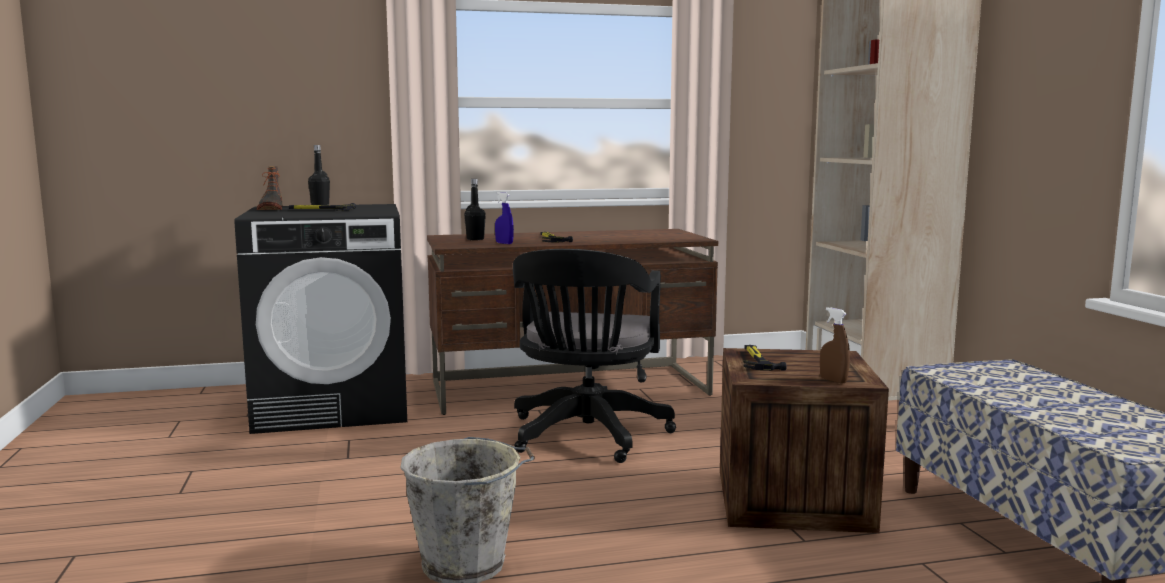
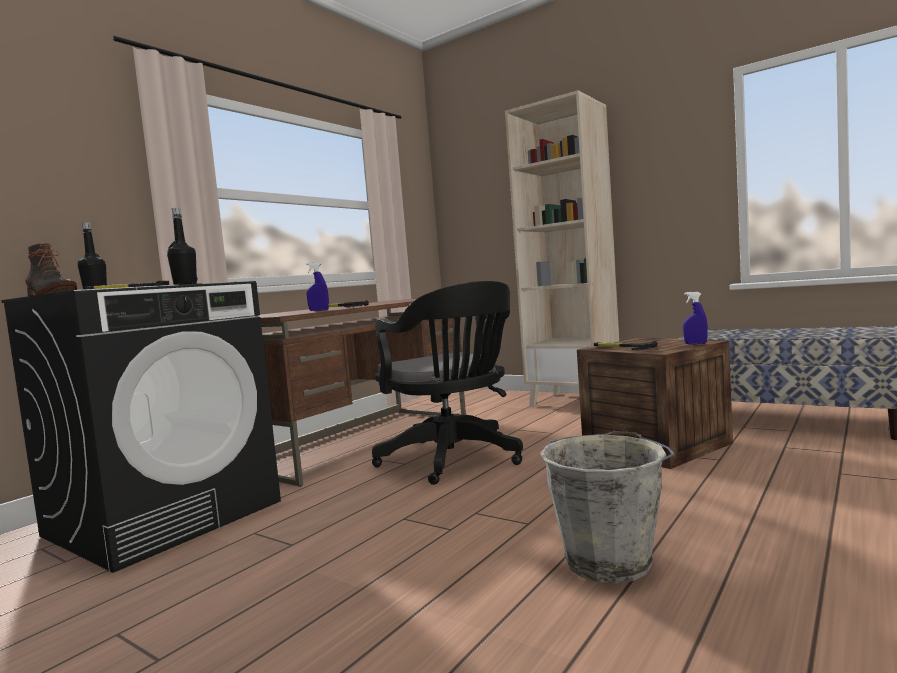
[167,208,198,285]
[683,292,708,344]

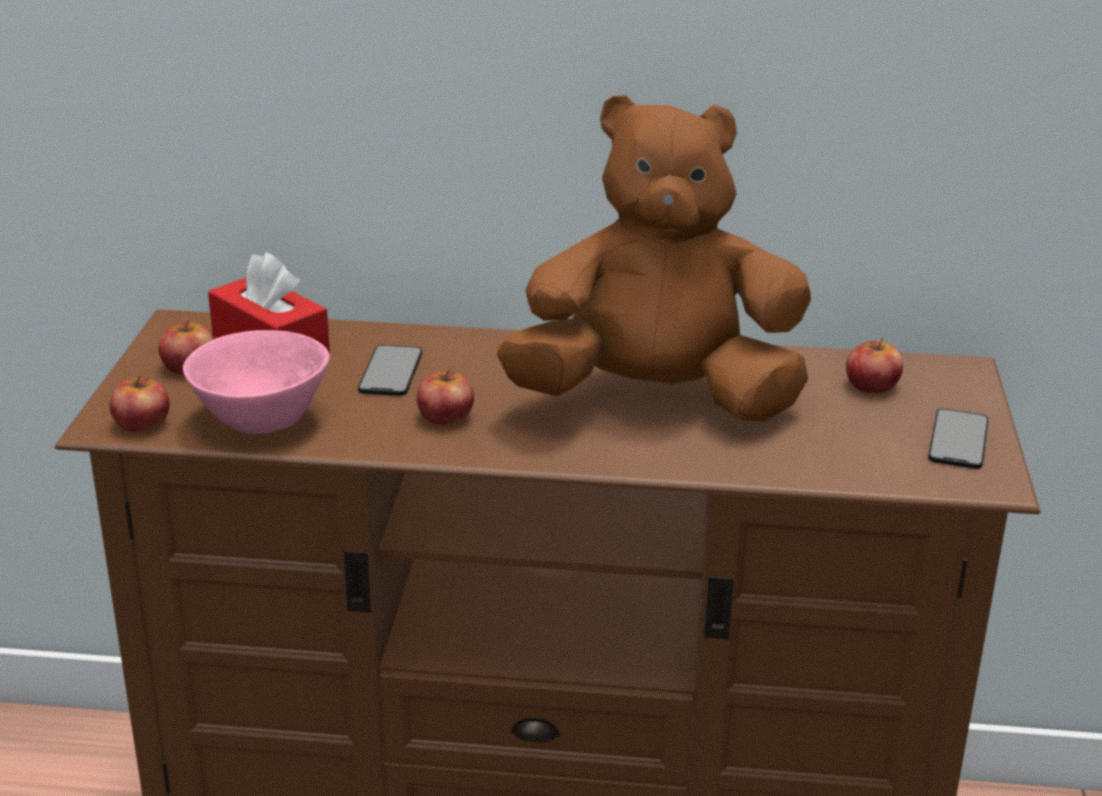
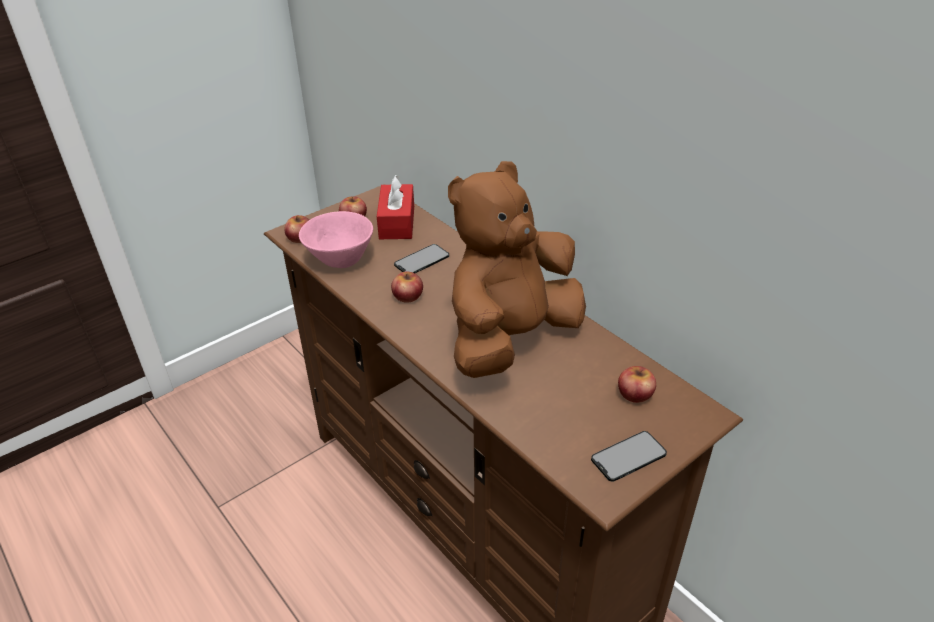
[448,161,586,378]

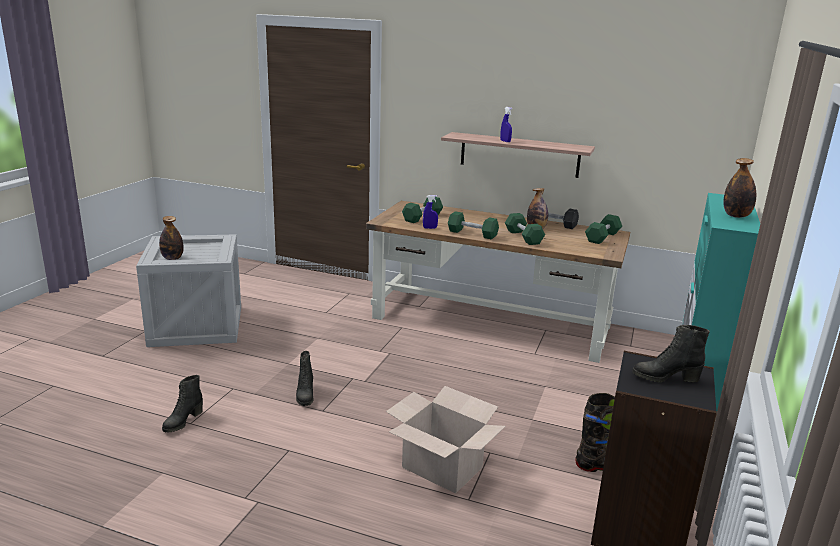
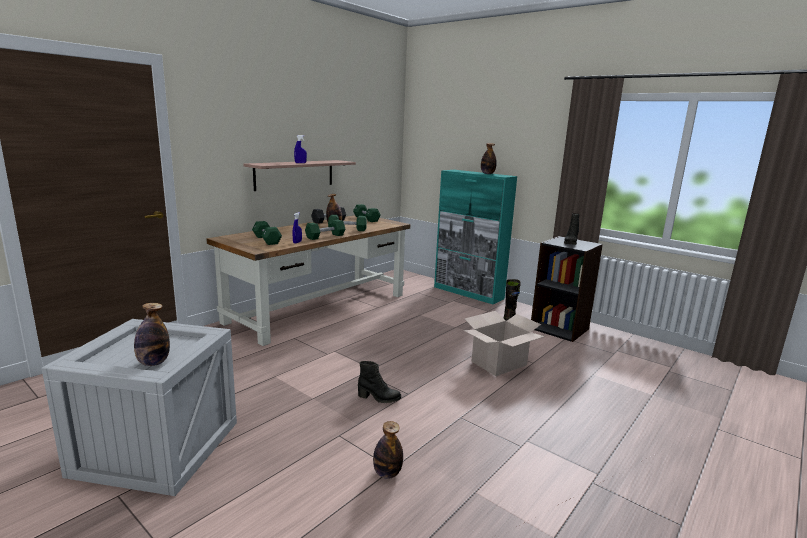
[373,421,403,479]

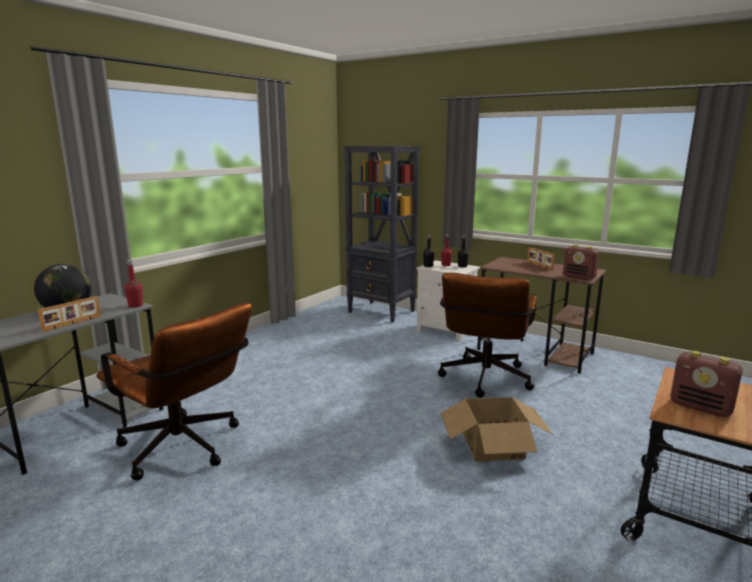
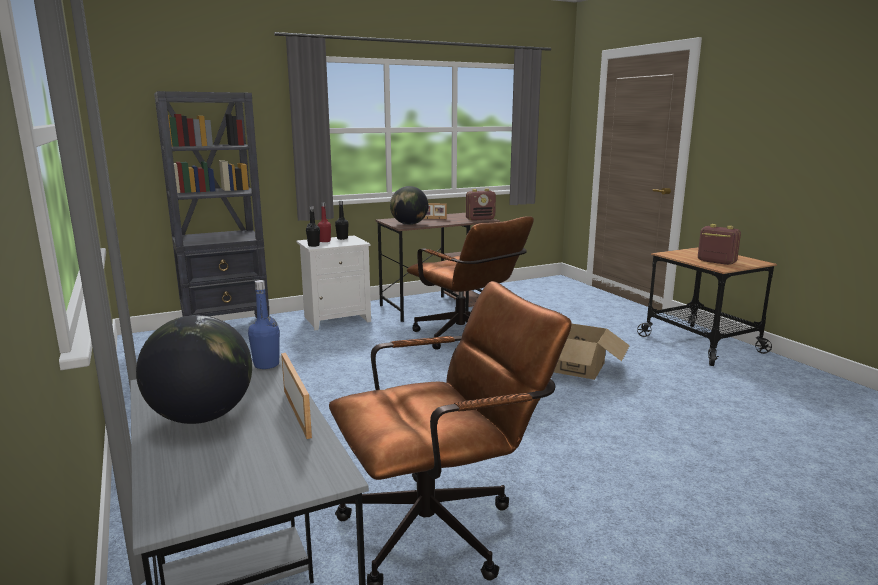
[248,280,280,369]
[390,186,428,225]
[698,224,741,265]

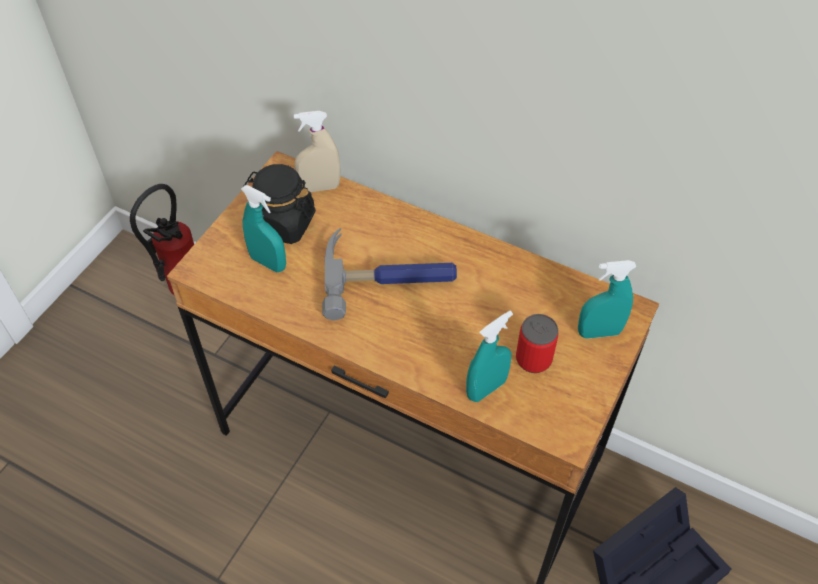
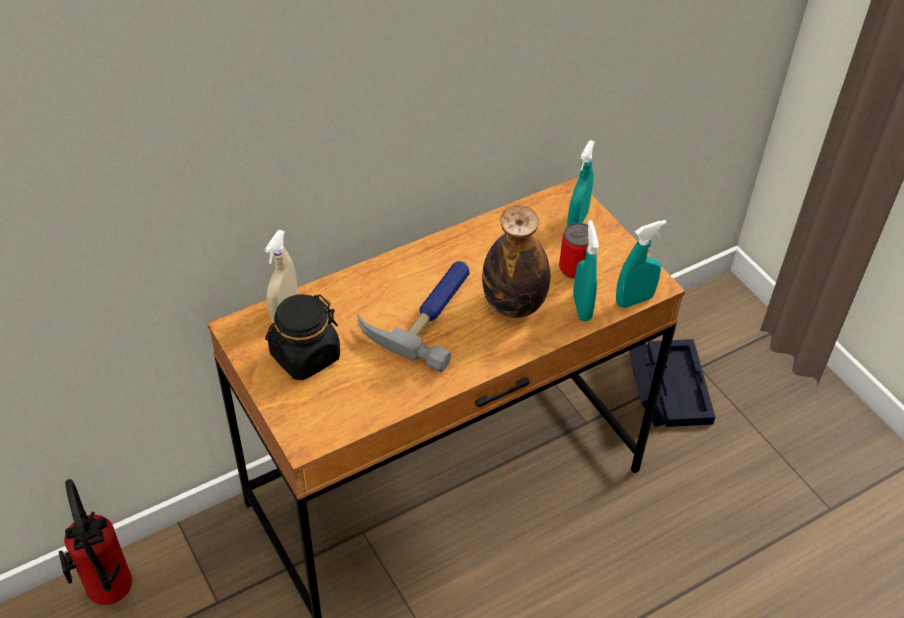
[482,205,550,318]
[616,220,667,308]

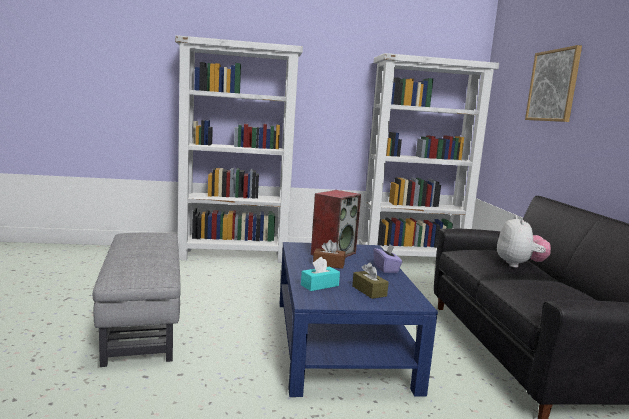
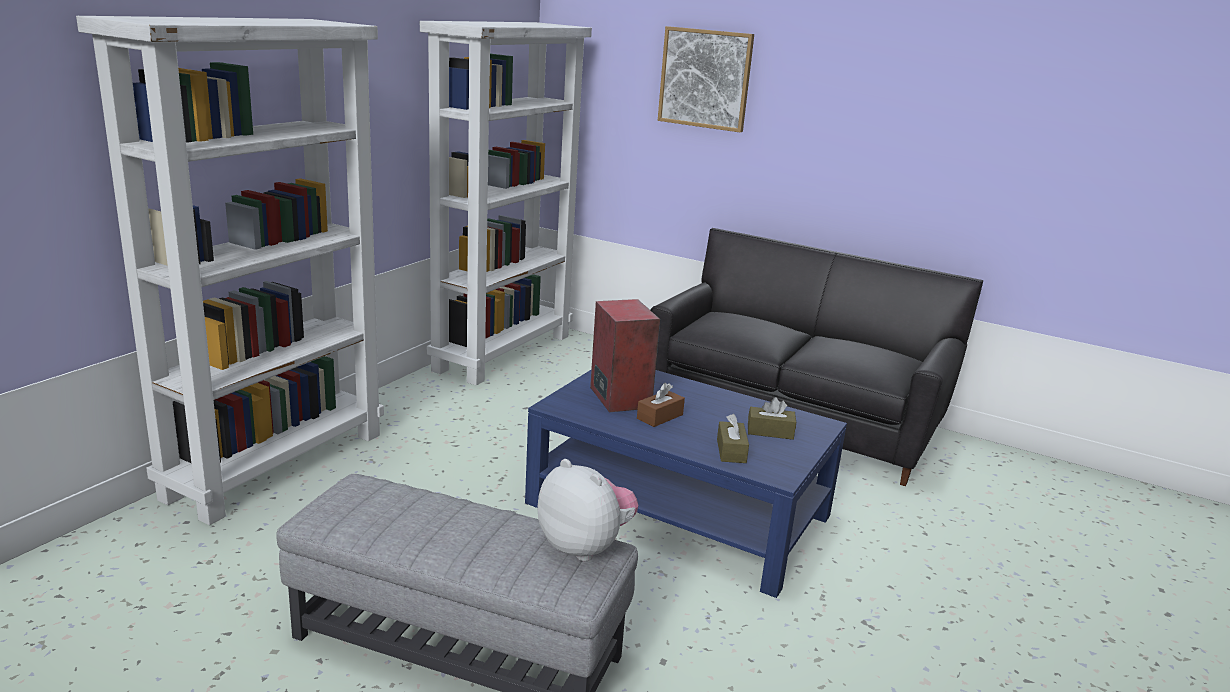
[537,459,638,561]
[717,414,749,463]
[373,244,403,273] (first image)

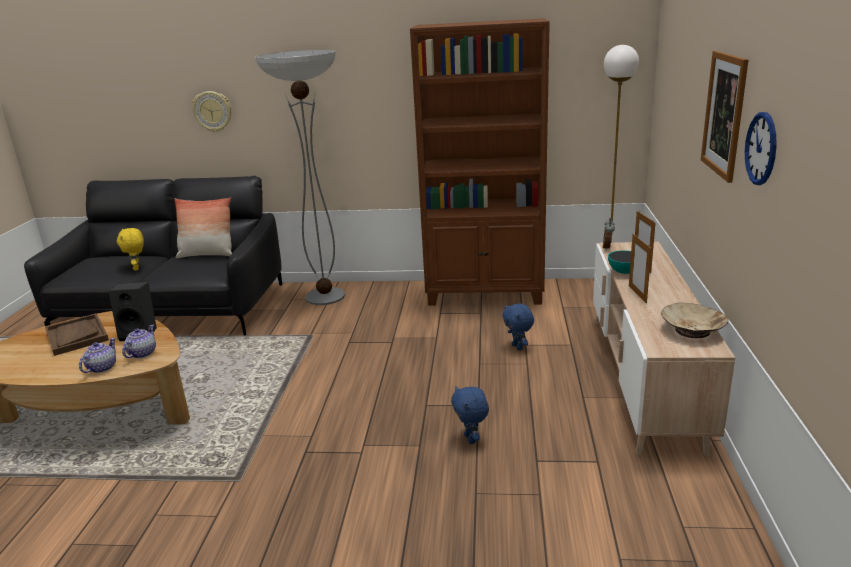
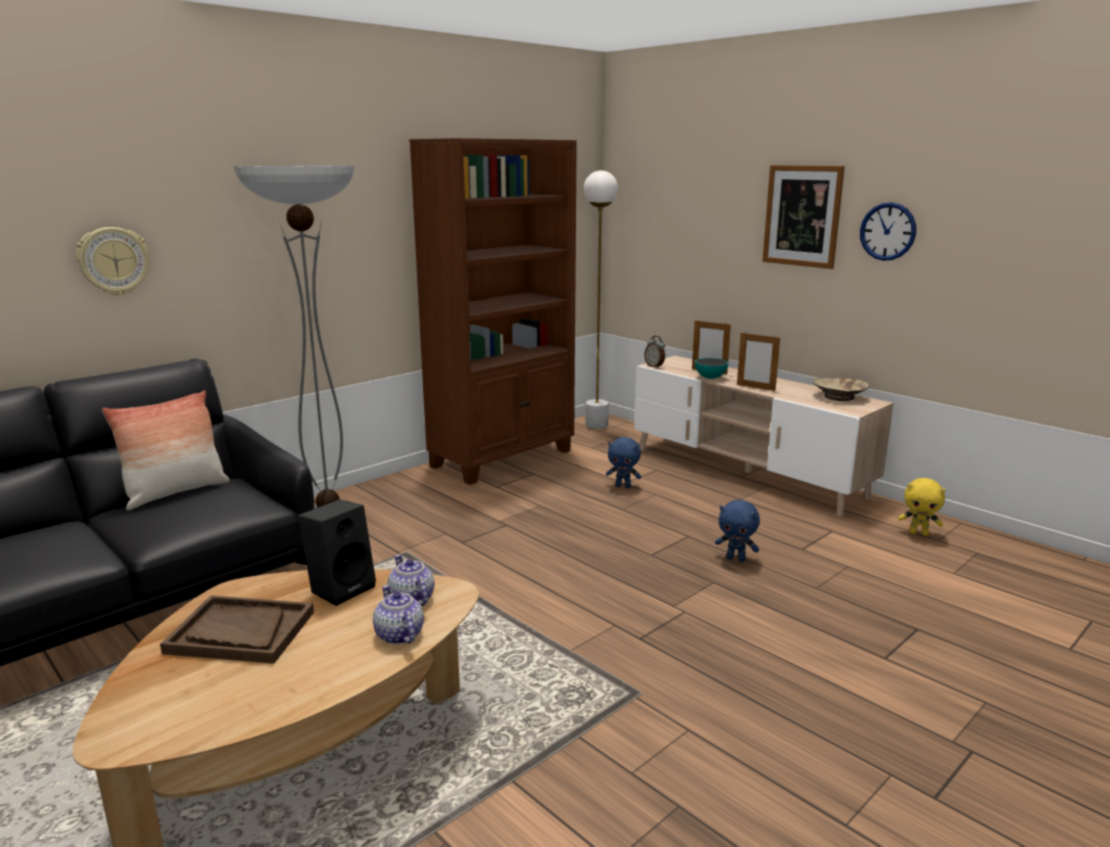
[898,478,946,536]

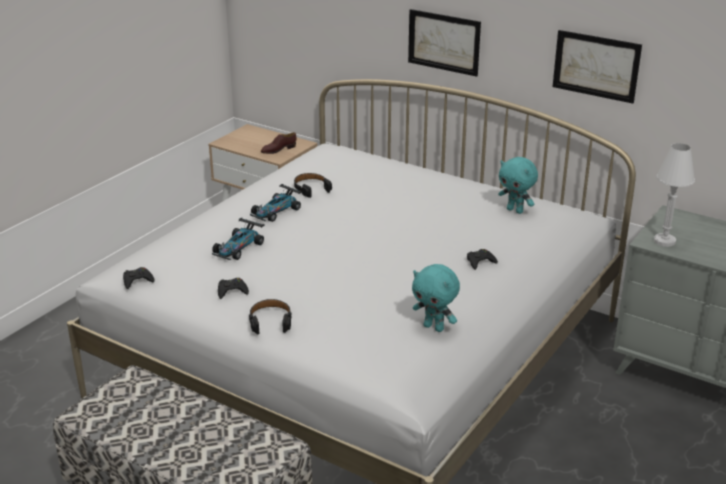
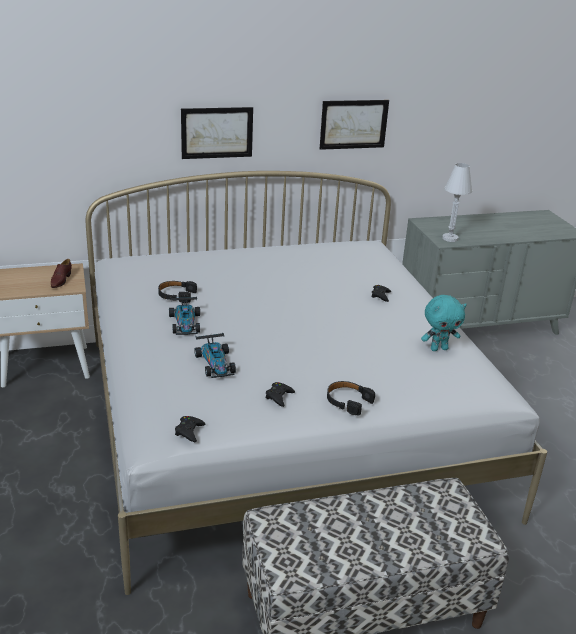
[498,157,538,214] (first image)

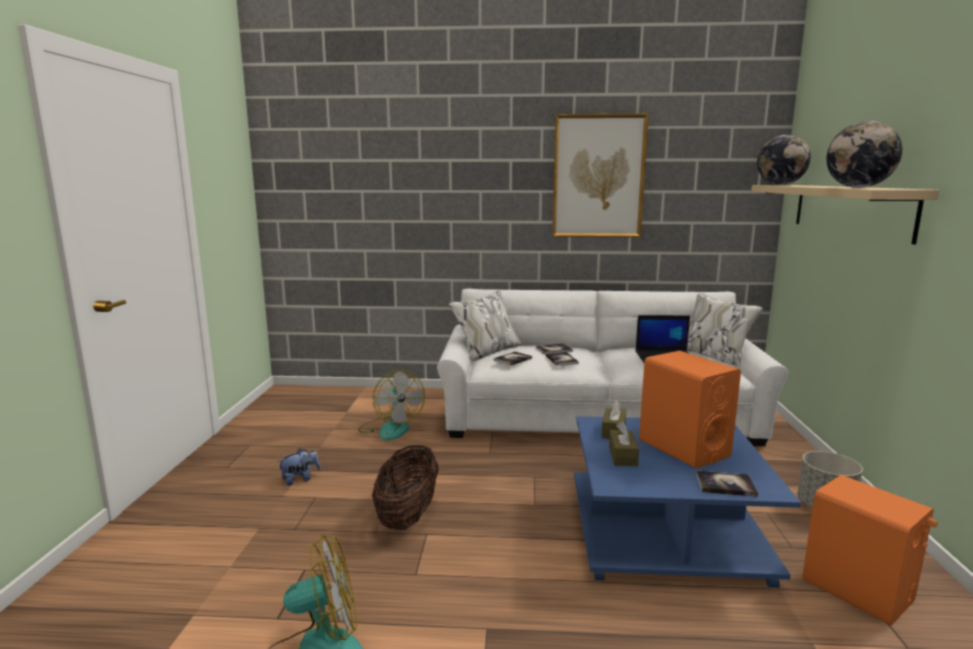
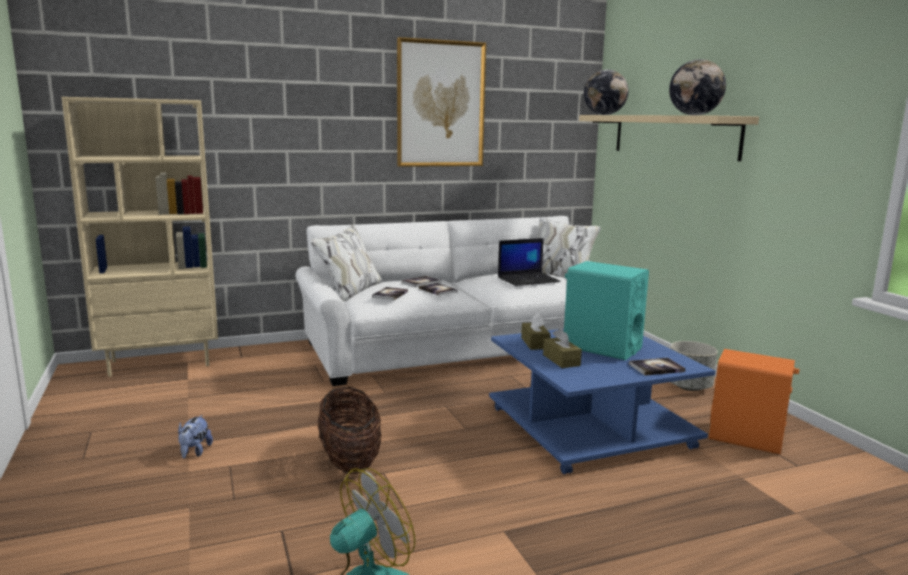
[62,97,218,377]
[178,415,213,459]
[564,261,649,360]
[358,370,425,440] (first image)

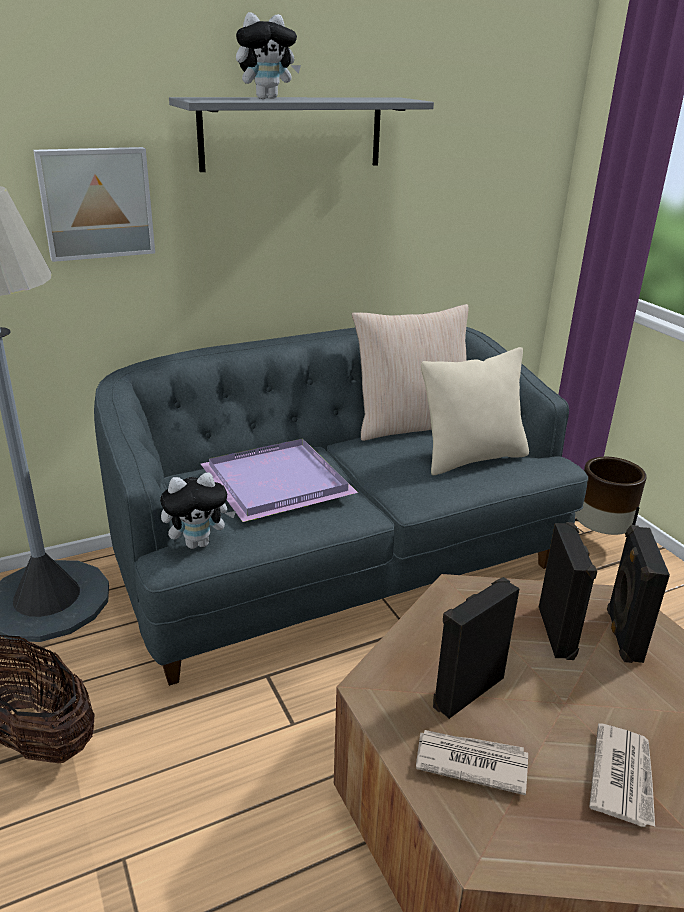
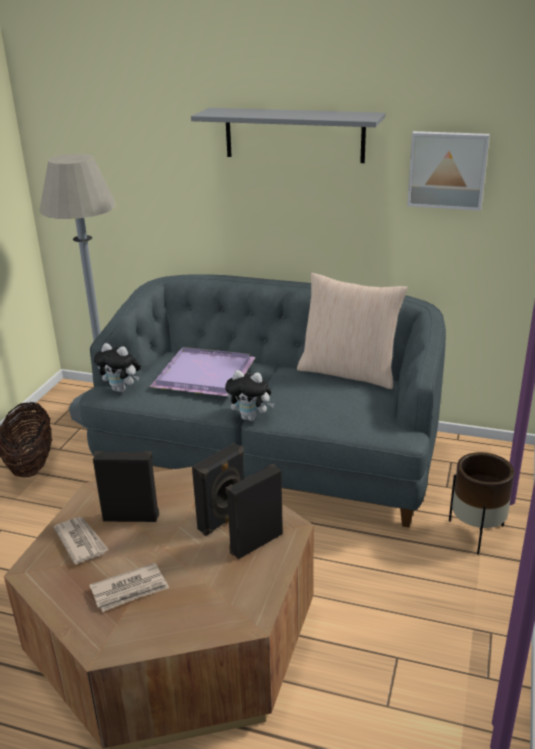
[225,370,274,421]
[407,131,490,211]
[421,347,529,475] (first image)

